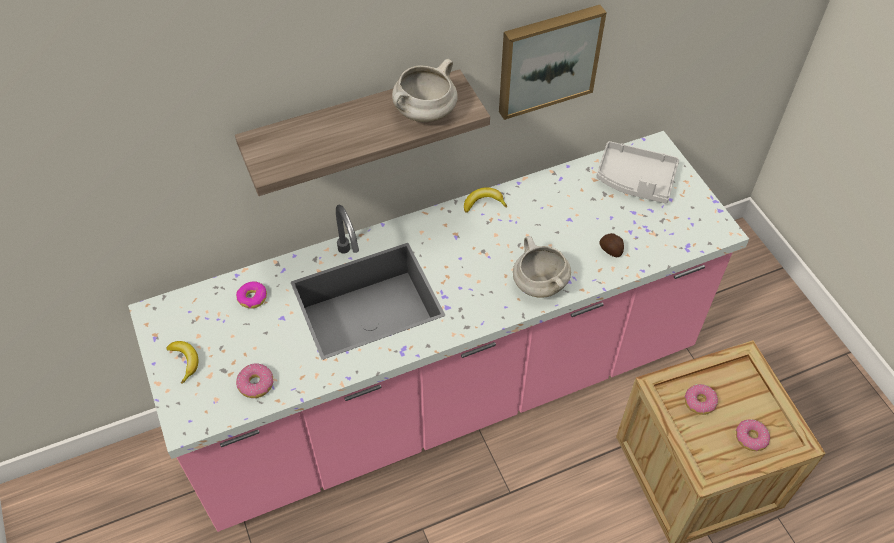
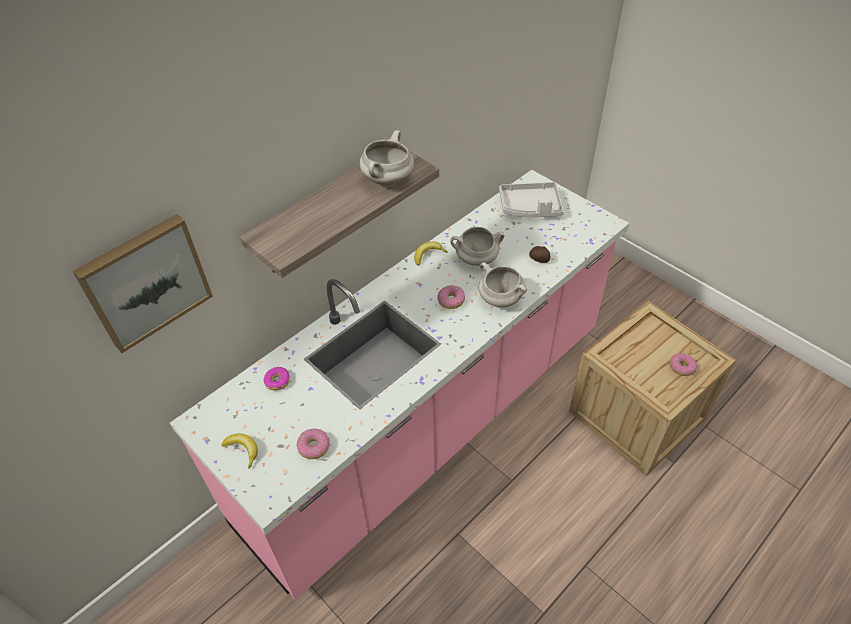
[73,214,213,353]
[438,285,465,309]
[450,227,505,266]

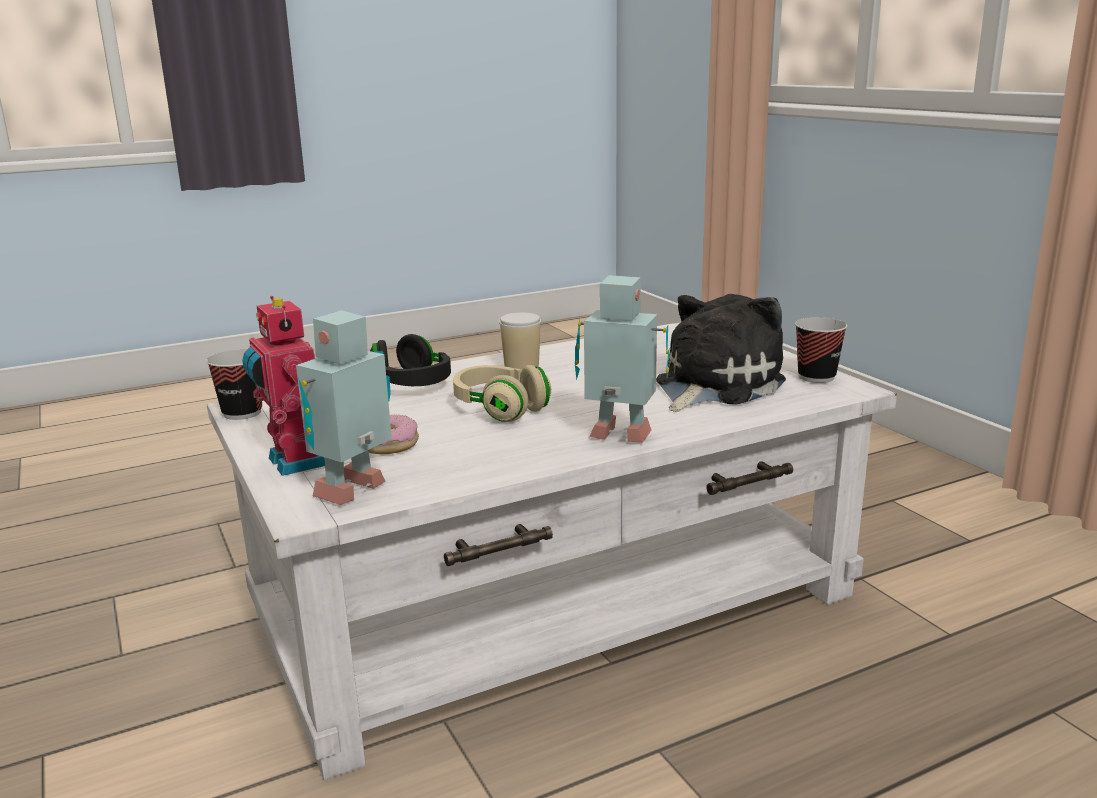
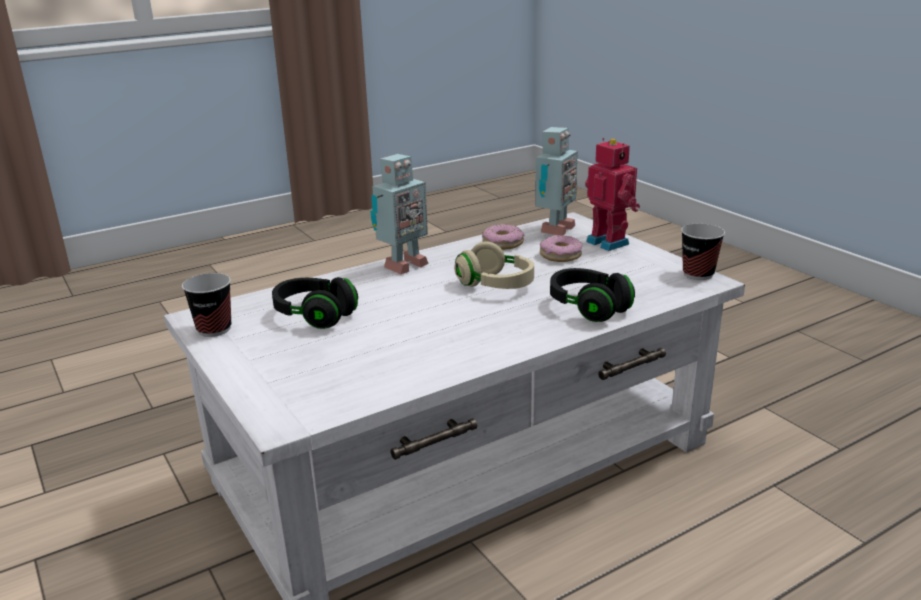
[272,277,358,329]
[370,154,429,274]
[482,224,524,250]
[499,313,541,370] (first image)

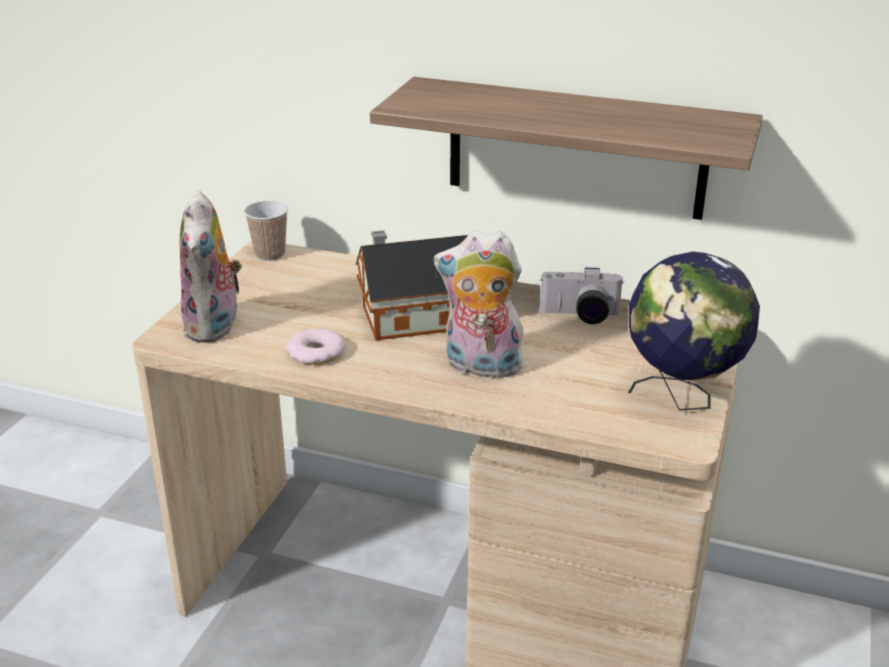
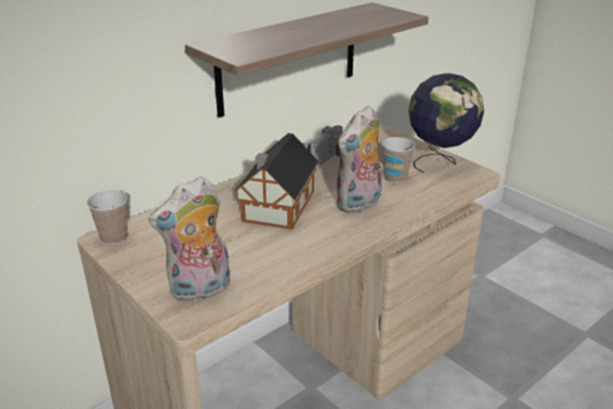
[148,176,230,302]
[382,137,415,183]
[286,328,345,365] (first image)

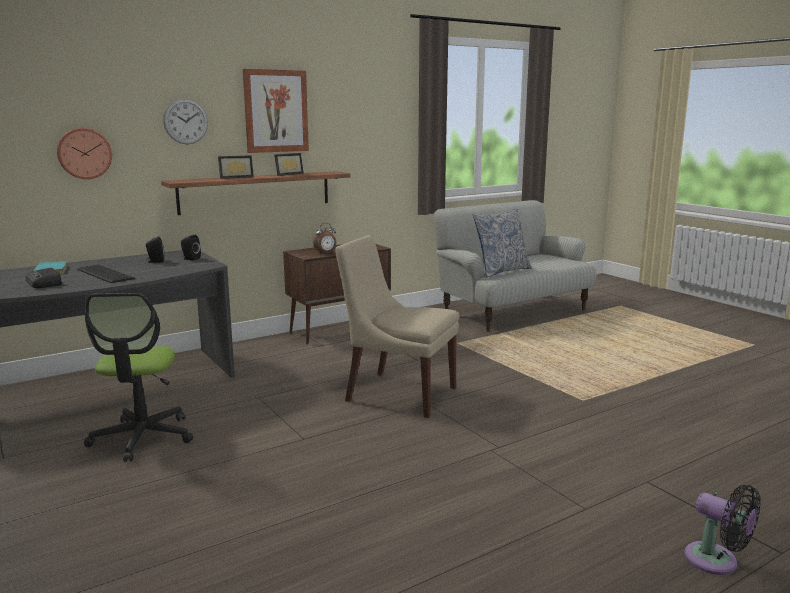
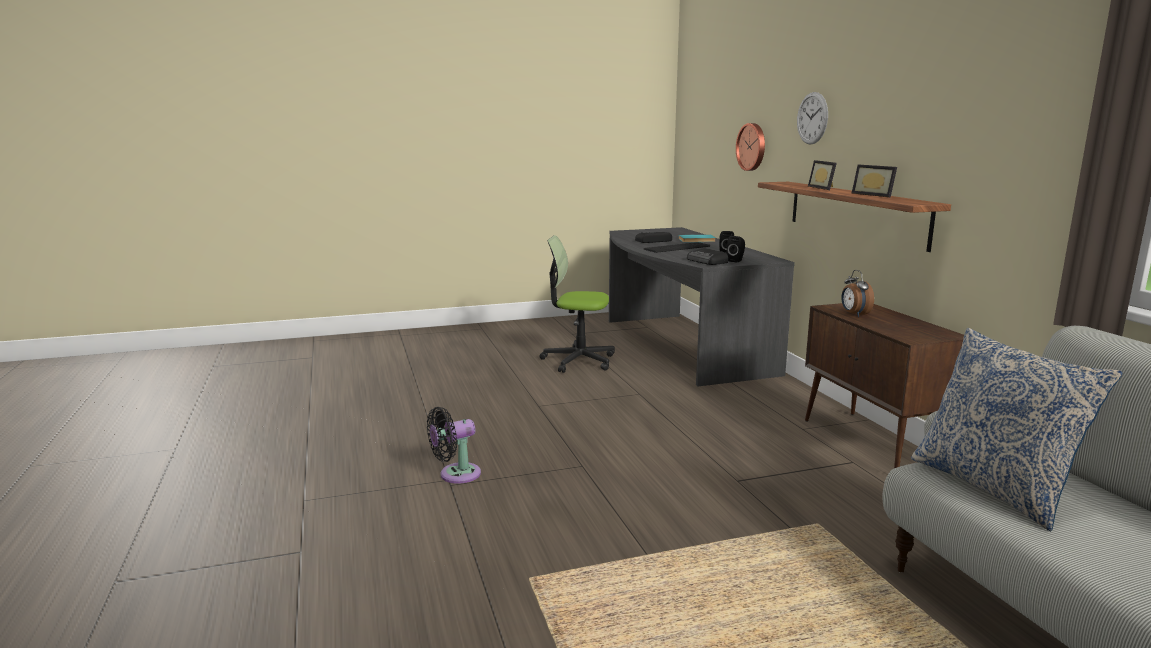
[427,407,481,484]
[687,248,728,265]
[243,69,309,153] (first image)
[335,235,459,418] (first image)

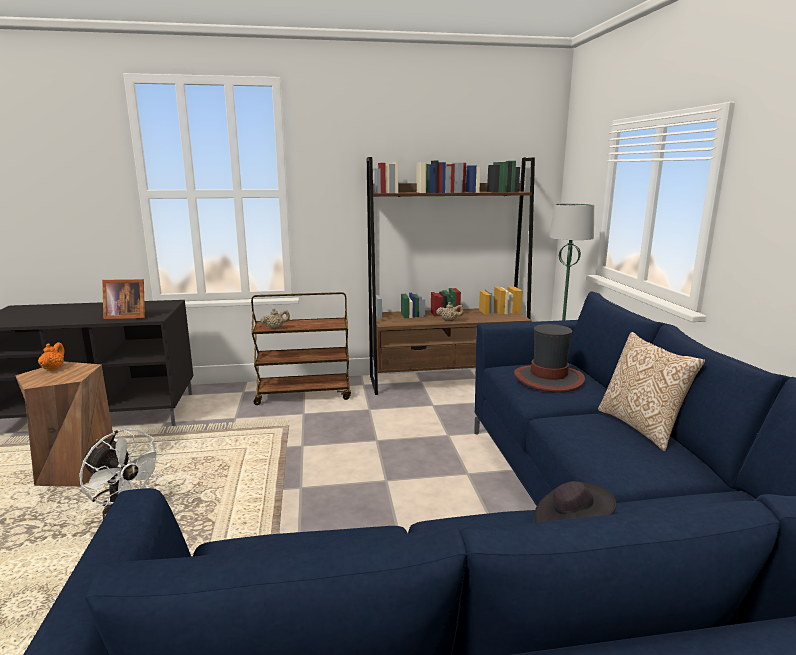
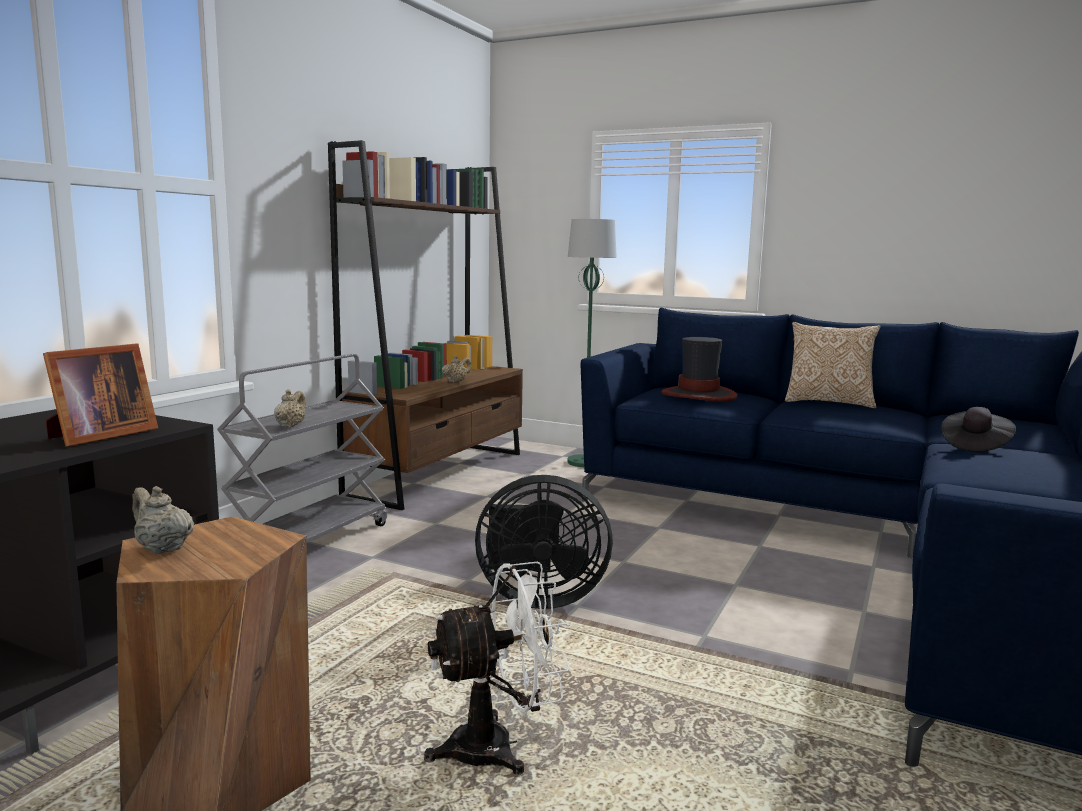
[132,486,194,554]
[217,354,387,543]
[475,475,613,609]

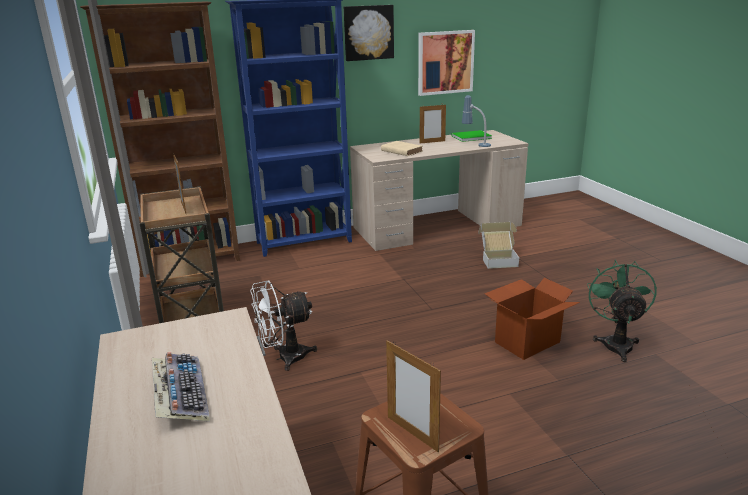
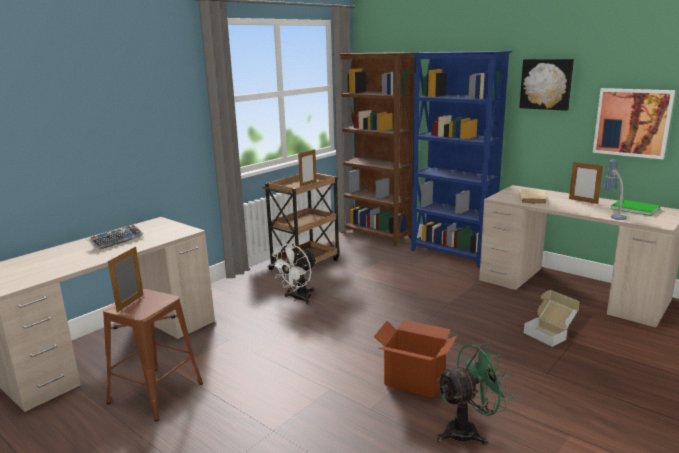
[270,244,317,304]

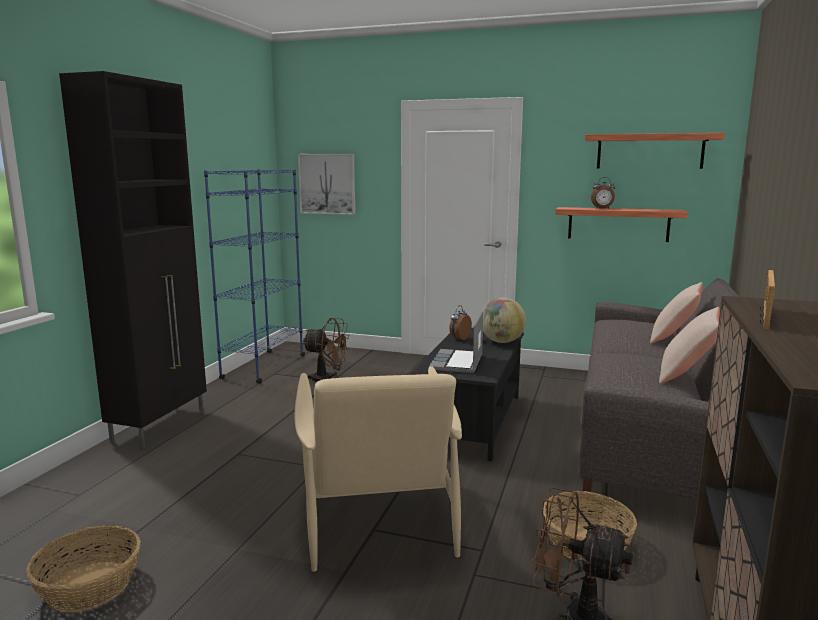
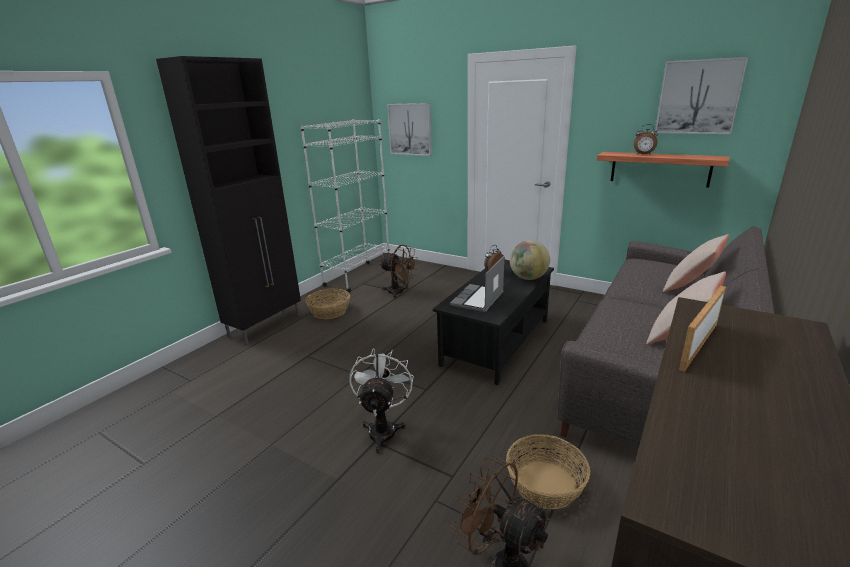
[301,119,390,292]
[305,289,350,319]
[350,348,414,453]
[655,57,748,134]

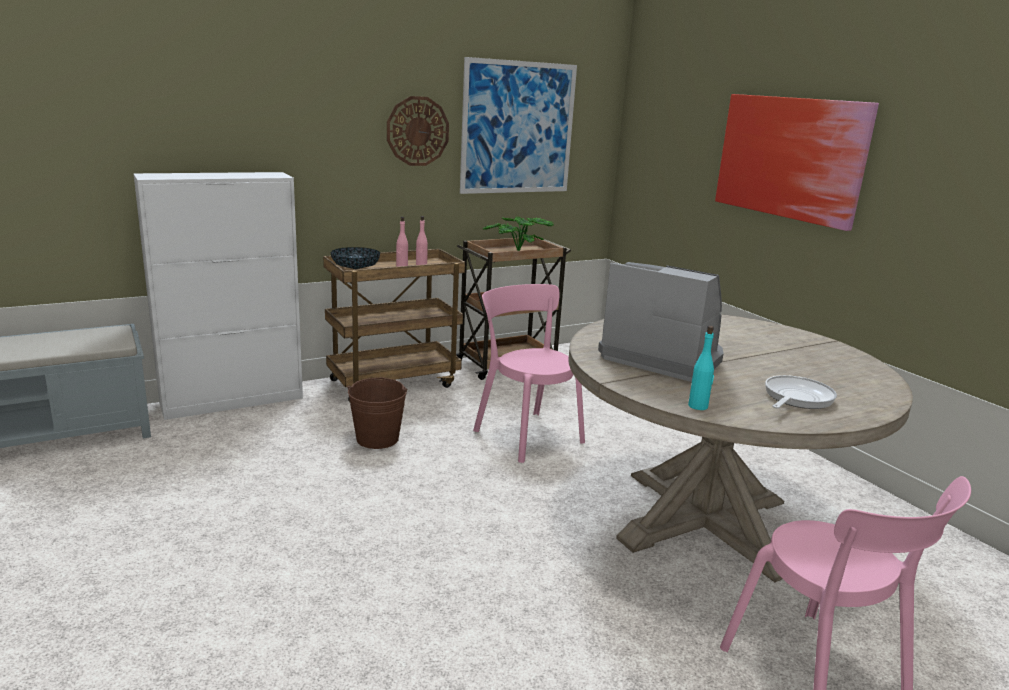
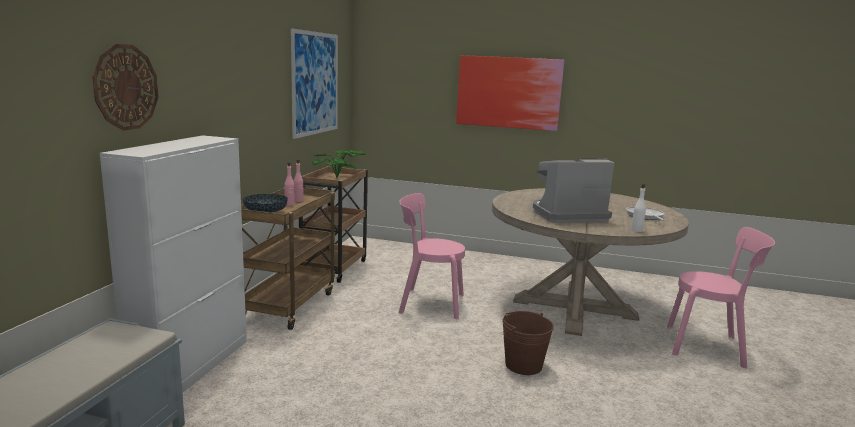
[92,44,158,130]
[502,311,554,375]
[631,184,646,232]

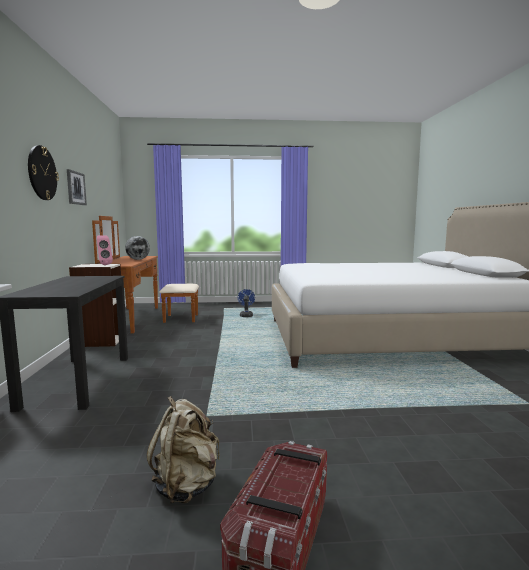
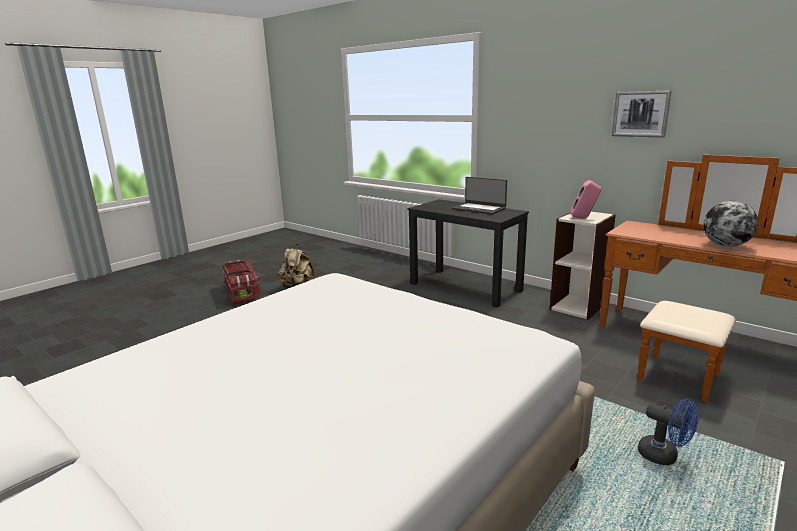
[452,177,507,215]
[28,145,59,200] (first image)

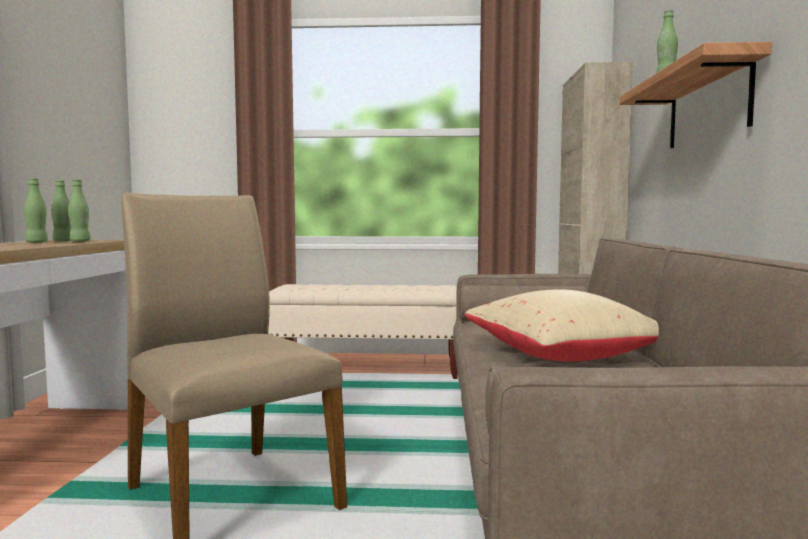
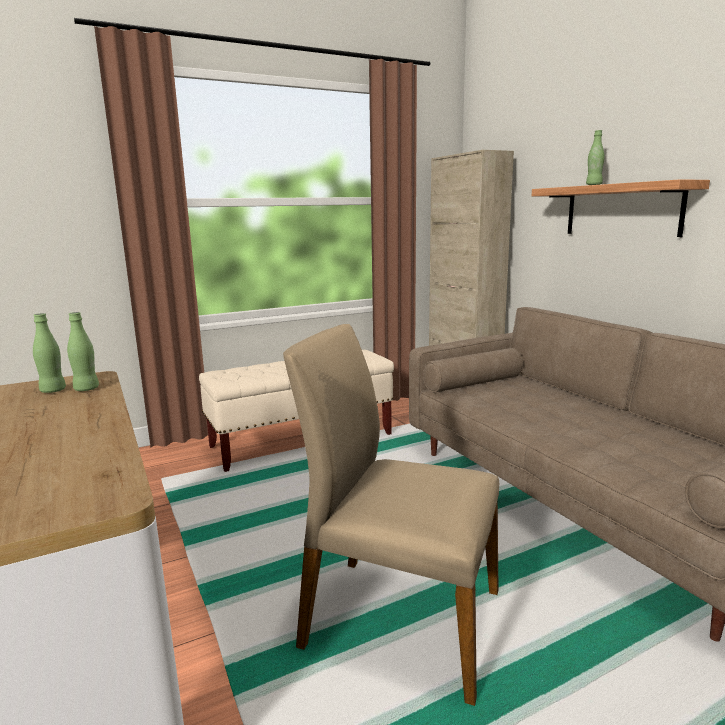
[24,178,48,243] (first image)
[465,289,659,361] (first image)

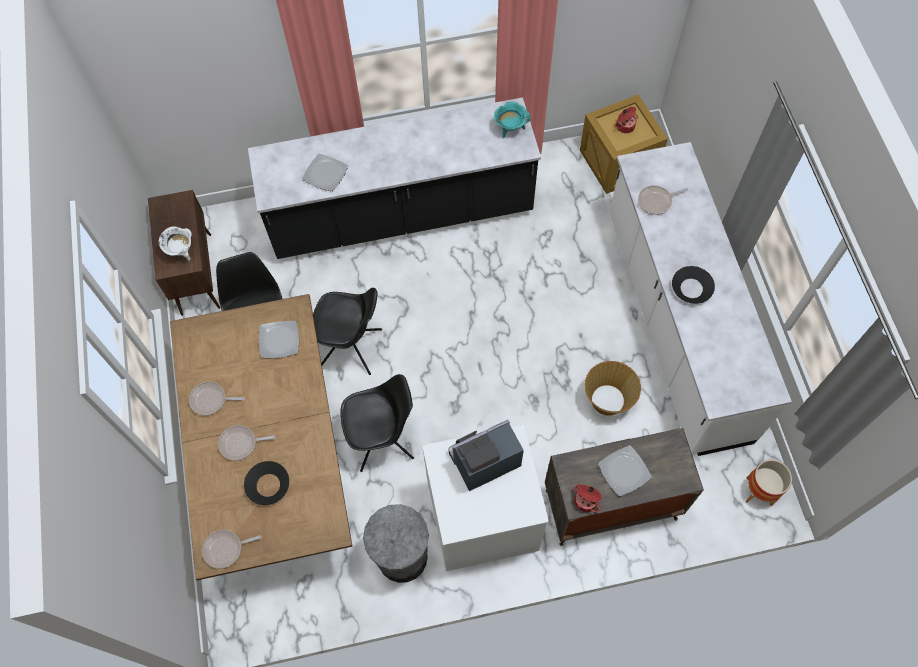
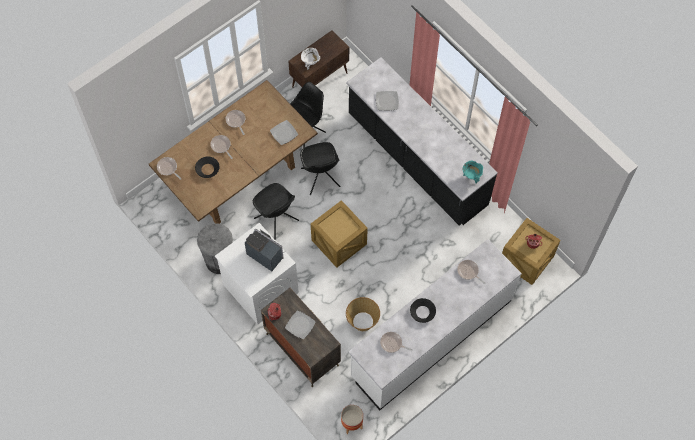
[311,200,368,268]
[380,332,413,353]

